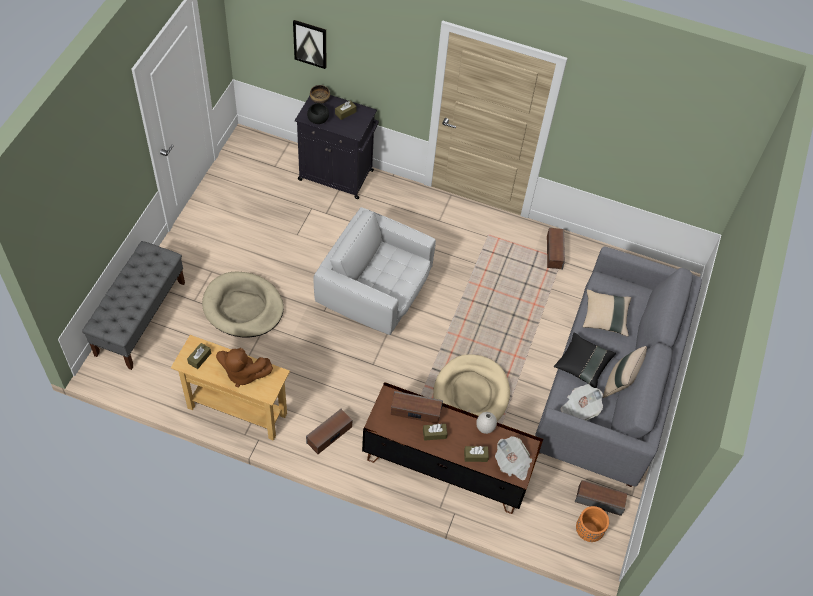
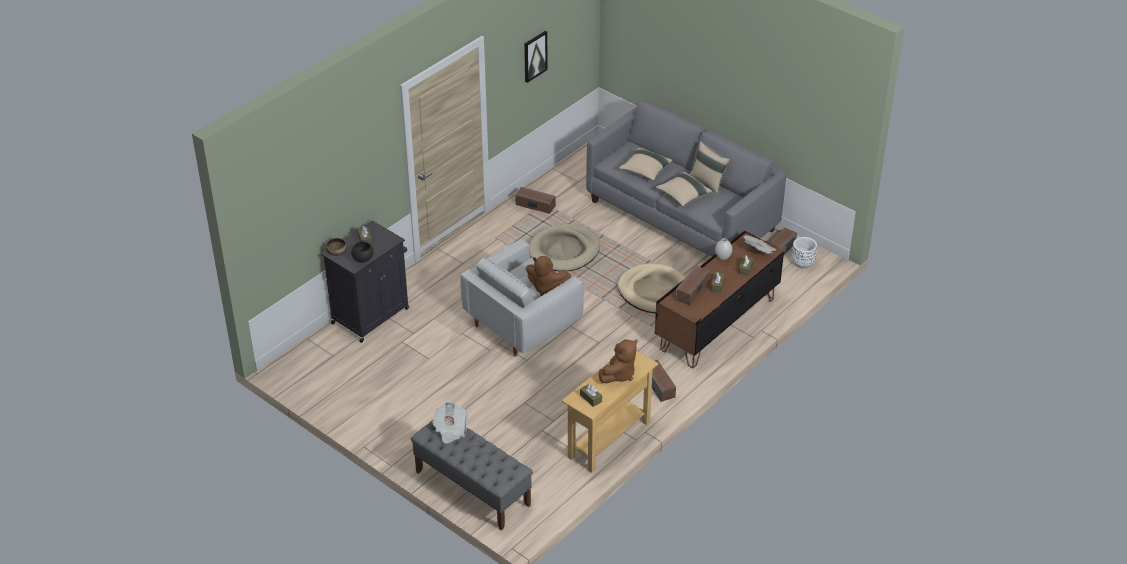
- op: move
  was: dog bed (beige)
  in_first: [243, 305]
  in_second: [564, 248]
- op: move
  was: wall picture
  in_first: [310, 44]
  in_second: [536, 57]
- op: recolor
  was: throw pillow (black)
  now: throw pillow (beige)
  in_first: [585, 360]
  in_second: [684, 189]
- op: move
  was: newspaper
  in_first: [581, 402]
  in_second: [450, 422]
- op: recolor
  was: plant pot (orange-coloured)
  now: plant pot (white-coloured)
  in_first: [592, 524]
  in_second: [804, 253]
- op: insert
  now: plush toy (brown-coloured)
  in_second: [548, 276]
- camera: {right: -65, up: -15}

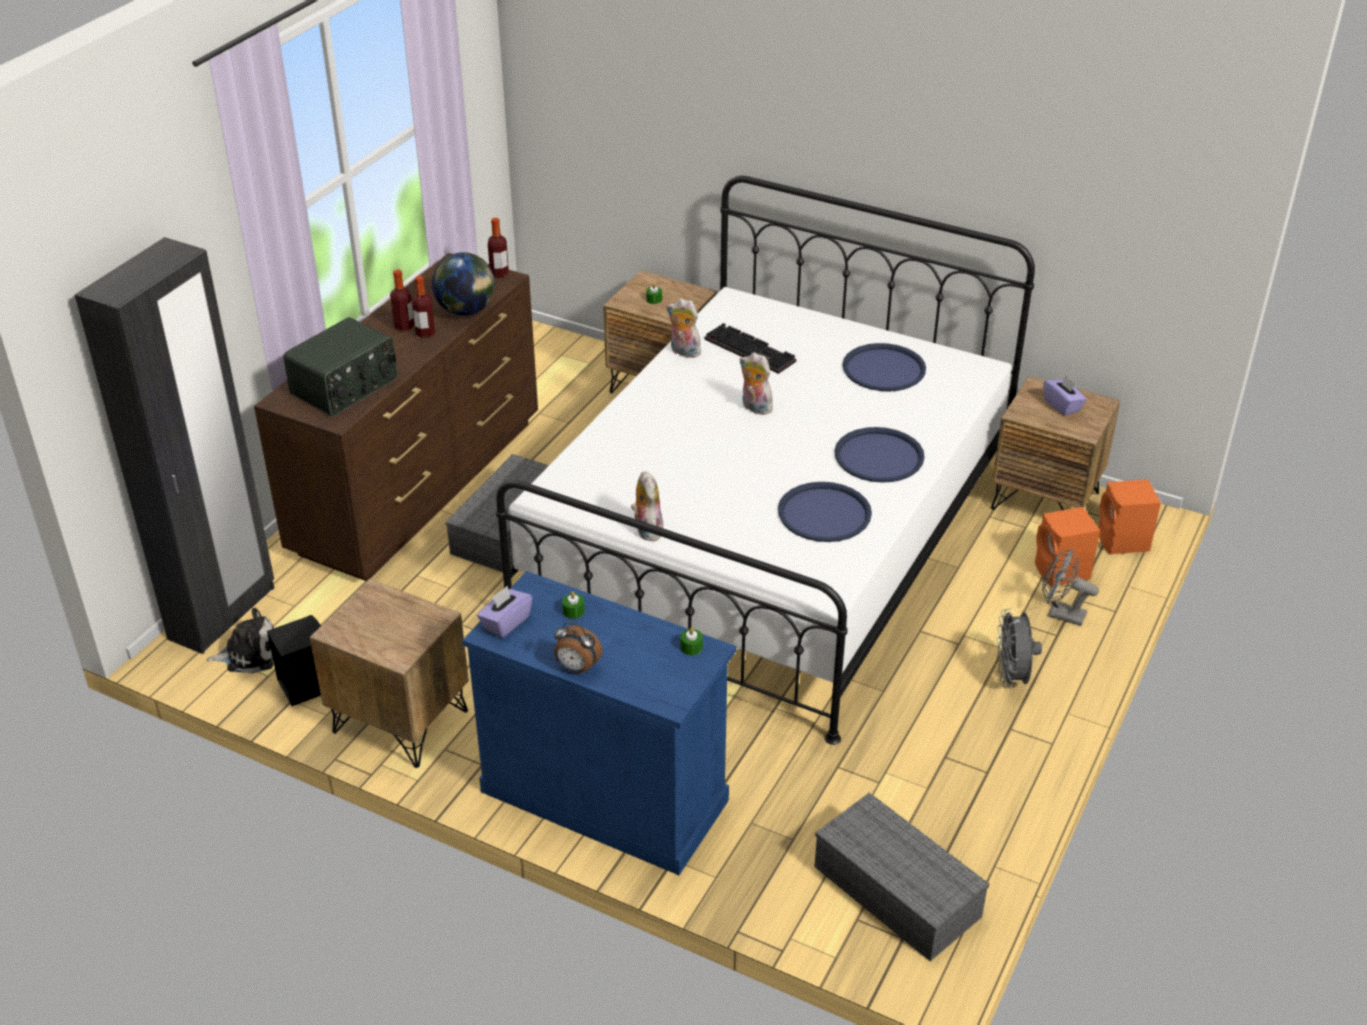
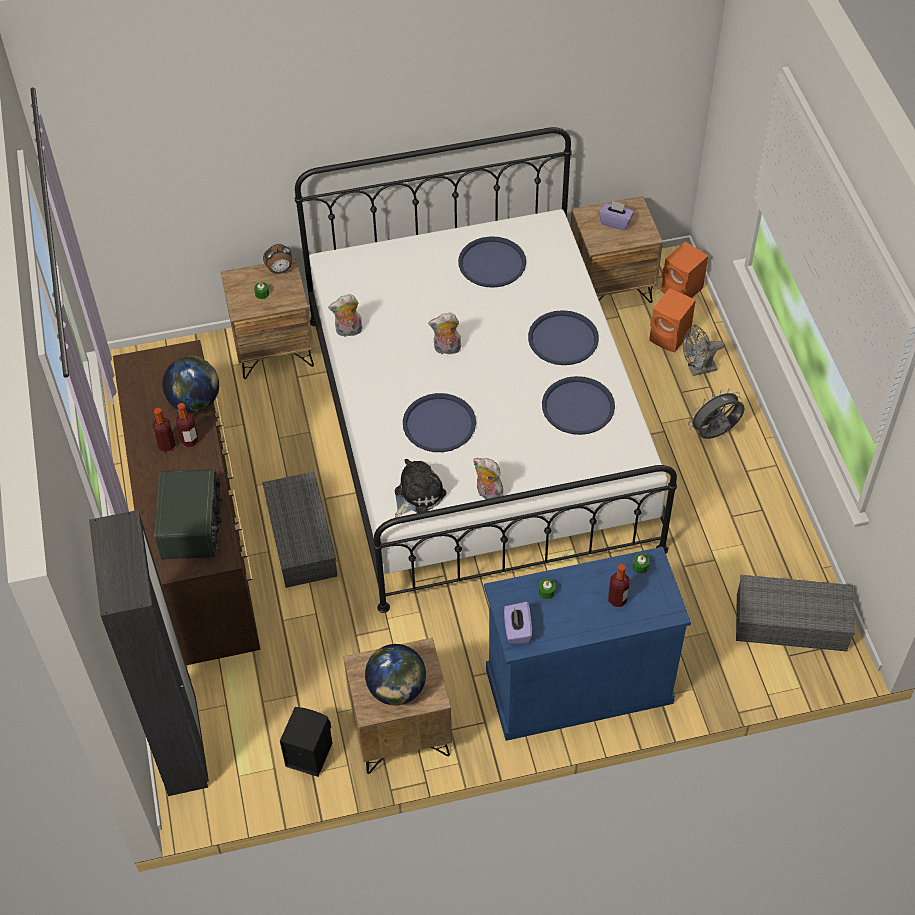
- op: move
  was: plush toy
  in_first: [240, 640]
  in_second: [420, 488]
- op: move
  was: beverage bottle
  in_first: [498, 247]
  in_second: [618, 585]
- op: move
  was: alarm clock
  in_first: [578, 647]
  in_second: [277, 259]
- op: delete
  was: computer keyboard
  in_first: [750, 348]
- op: rotate
  was: cooling fan (greyish)
  in_first: [1019, 648]
  in_second: [716, 414]
  clockwise: 105
- op: insert
  now: globe
  in_second: [395, 675]
- op: insert
  now: serving tray (blue)
  in_second: [439, 422]
- camera: {right: -40, up: 15}

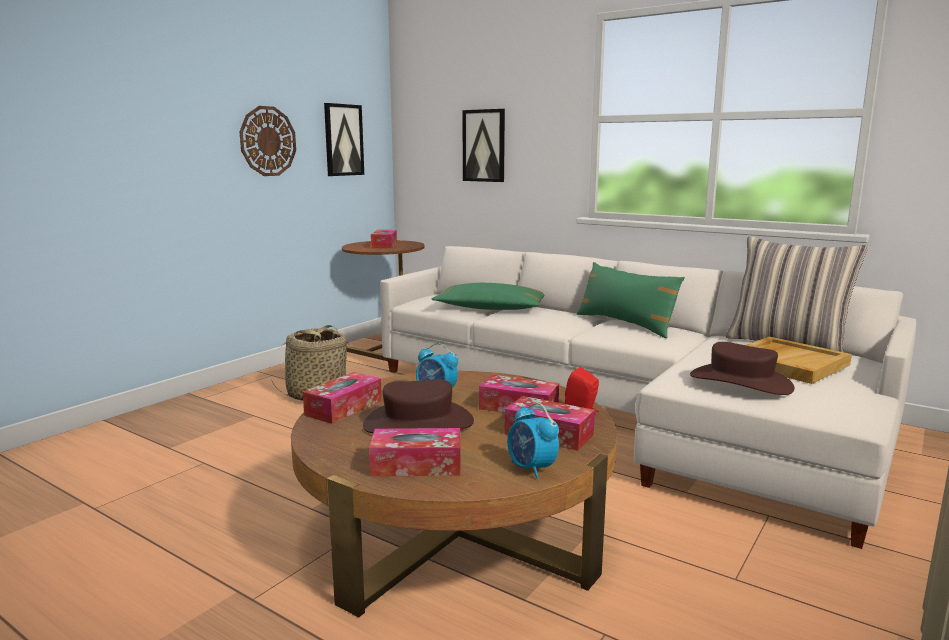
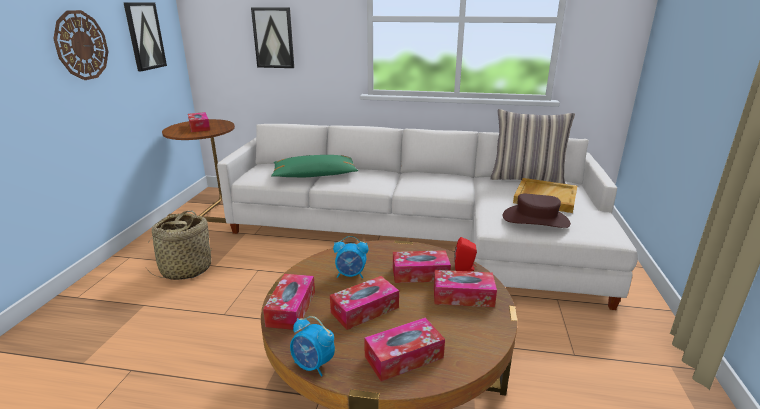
- op: replace
  was: hat (brown-coloured)
  now: tissue holder
  in_first: [418, 406]
  in_second: [364, 303]
- op: move
  was: alarm clock
  in_first: [533, 441]
  in_second: [312, 346]
- op: delete
  was: throw pillow (green-coloured)
  in_first: [631, 300]
- camera: {right: -25, up: 10}

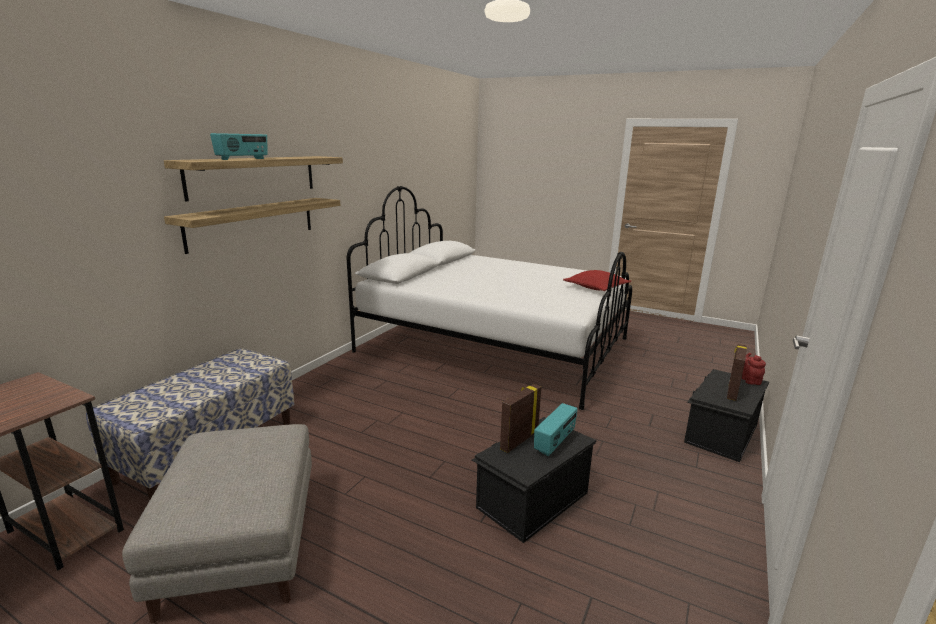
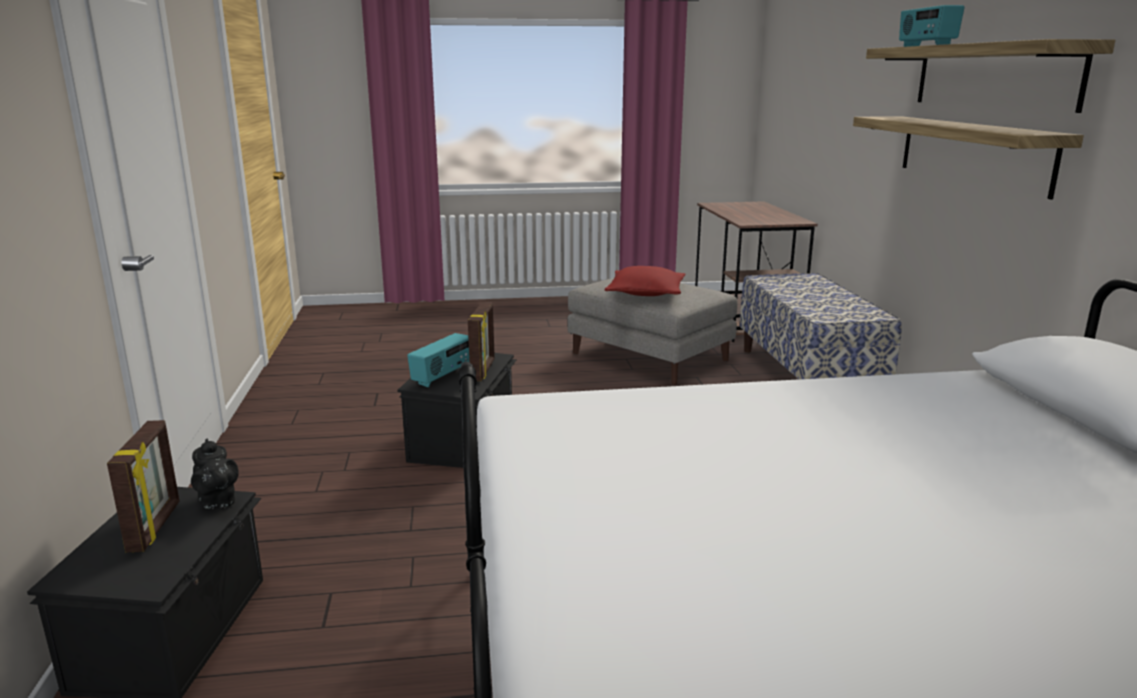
- op: rotate
  was: radio set
  in_first: [555, 429]
  in_second: [438, 360]
  clockwise: -150
- op: move
  was: throw pillow (red-coloured)
  in_first: [597, 280]
  in_second: [645, 281]
- op: delete
  was: pot for tea (red-coloured)
  in_first: [754, 369]
- op: insert
  now: pot for tea (black)
  in_second: [215, 474]
- camera: {right: 145, up: 0}

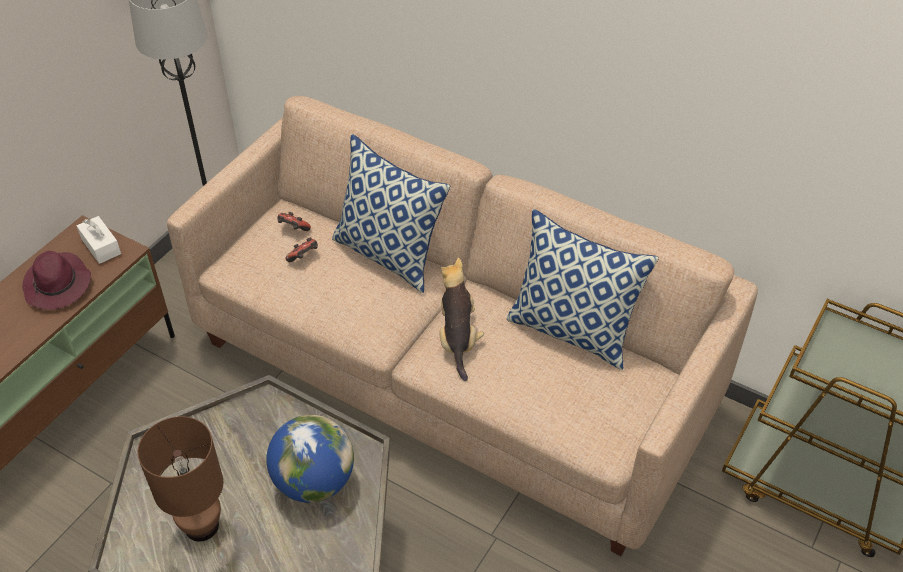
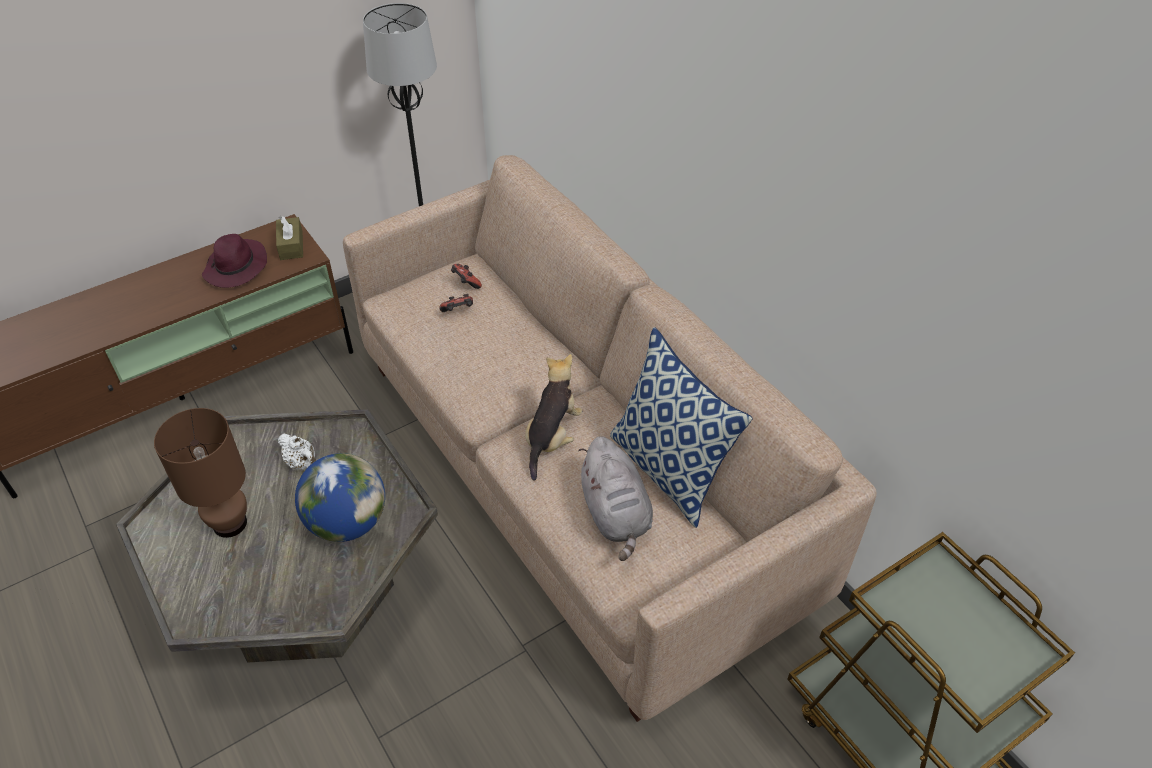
- op: recolor
  was: tissue holder (white-coloured)
  now: tissue holder (brown-coloured)
  in_first: [99, 240]
  in_second: [289, 238]
- op: delete
  was: throw pillow
  in_first: [391, 213]
- op: insert
  now: pot for tea (white-coloured)
  in_second: [297, 451]
- op: insert
  now: plush toy (greyish)
  in_second: [615, 498]
- camera: {right: 25, up: 0}

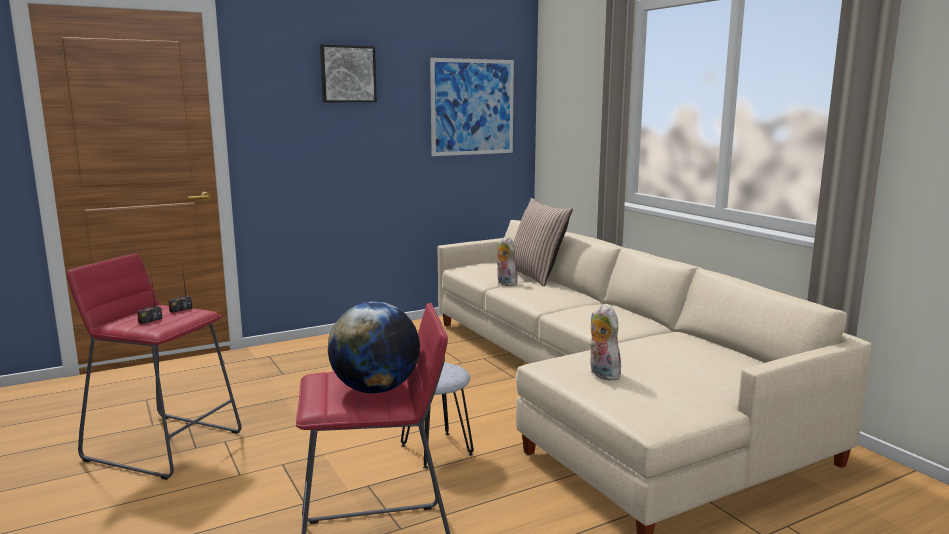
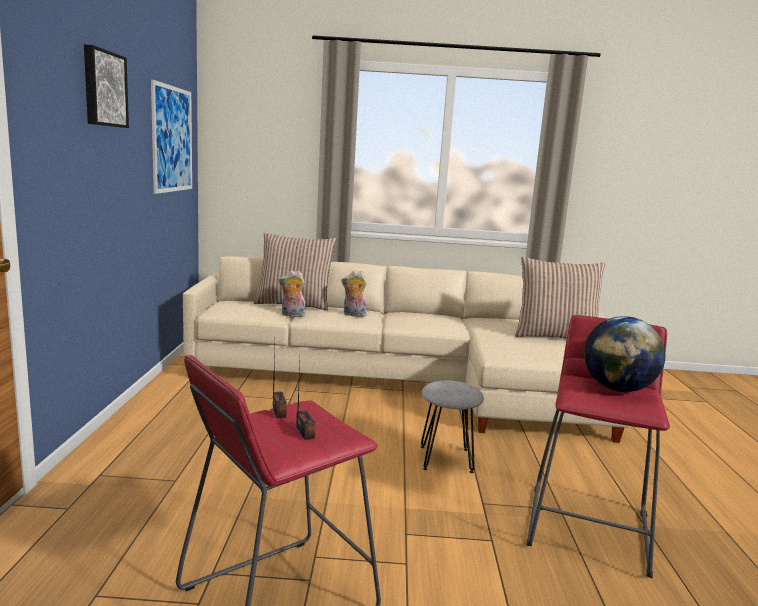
- op: move
  was: plush toy
  in_first: [605, 342]
  in_second: [354, 294]
- op: insert
  now: throw pillow
  in_second: [560, 297]
- camera: {right: -60, up: 0}

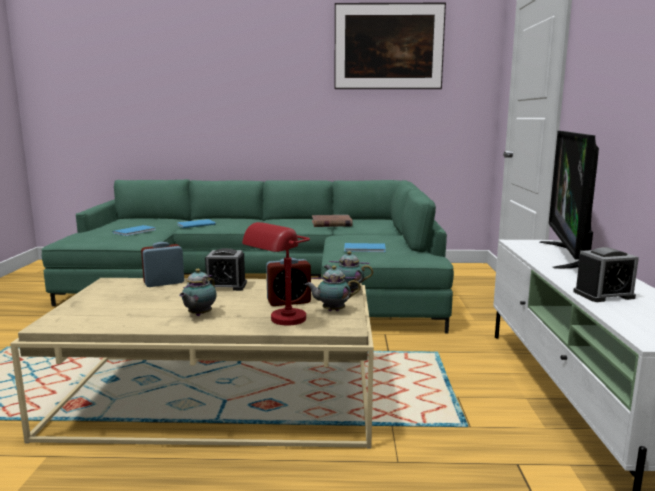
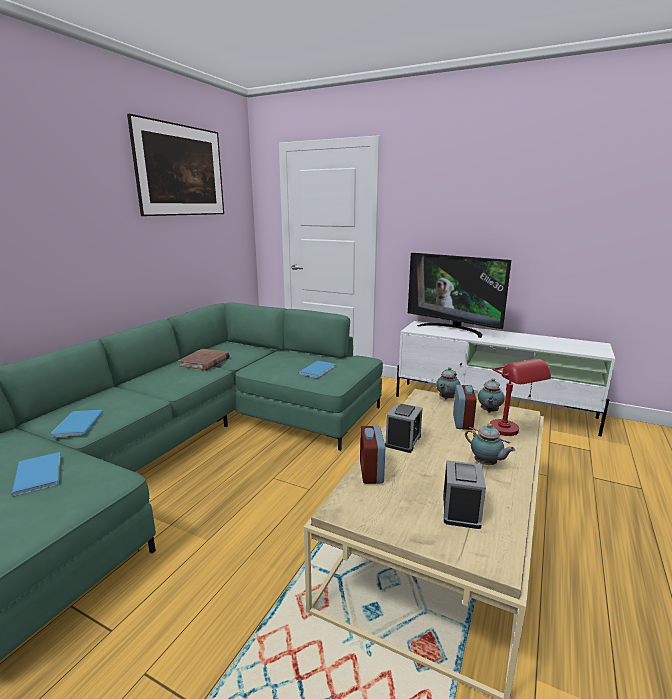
- op: move
  was: alarm clock
  in_first: [606, 274]
  in_second: [464, 494]
- camera: {right: -65, up: 5}

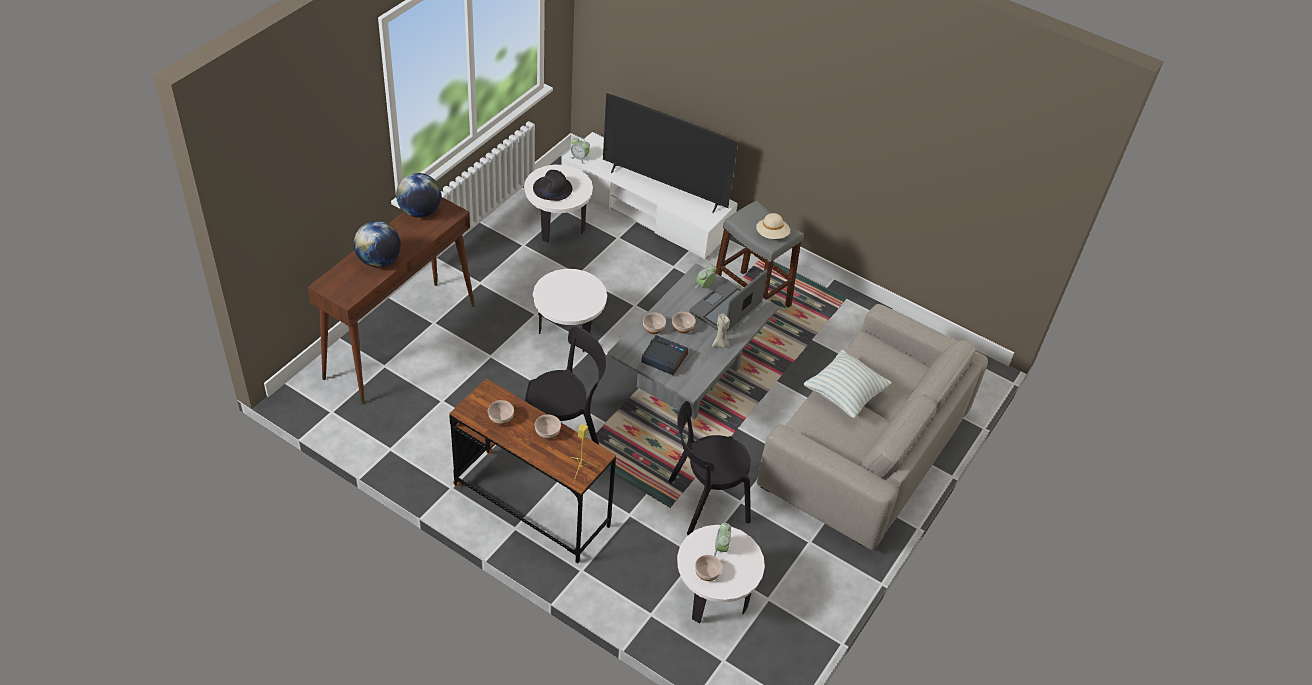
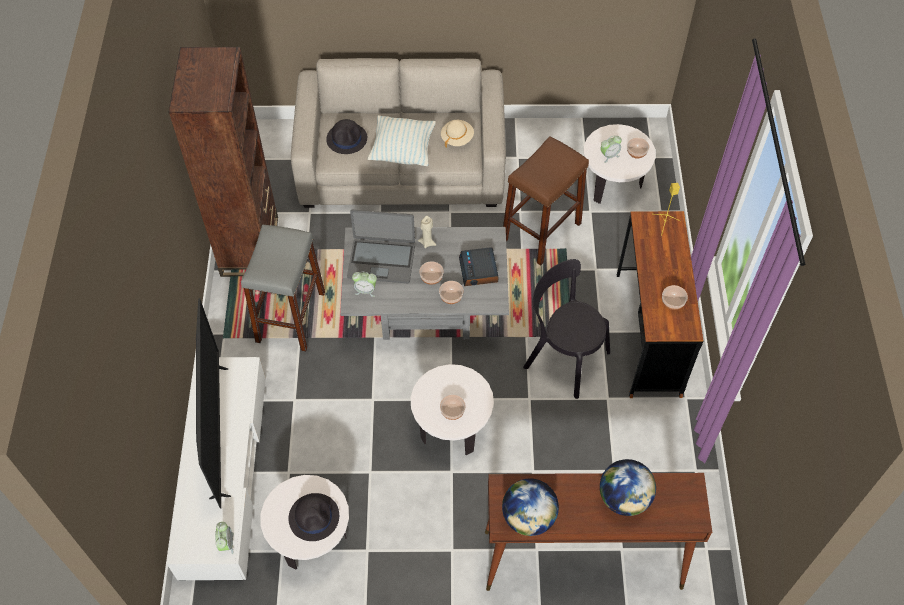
- op: move
  was: serving bowl
  in_first: [548, 427]
  in_second: [453, 407]
- op: replace
  was: chair (black)
  now: sitting stool (brown-coloured)
  in_first: [710, 468]
  in_second: [546, 200]
- op: move
  was: hat (beige)
  in_first: [773, 226]
  in_second: [457, 133]
- op: insert
  now: bookshelf (brown-coloured)
  in_second: [223, 162]
- op: insert
  now: hat (black)
  in_second: [346, 136]
- camera: {right: -120, up: 10}

